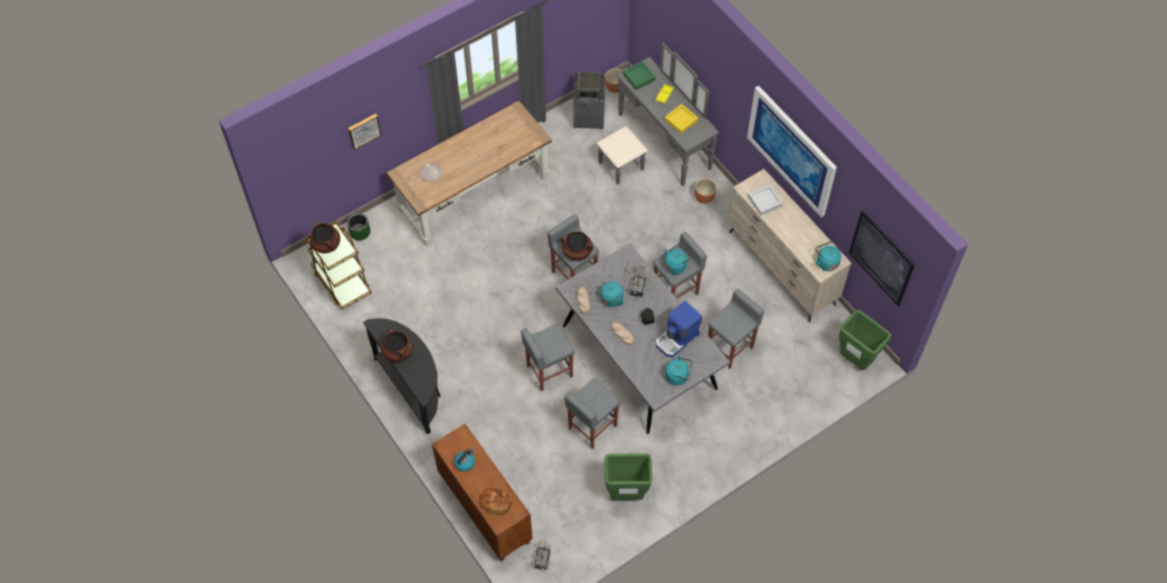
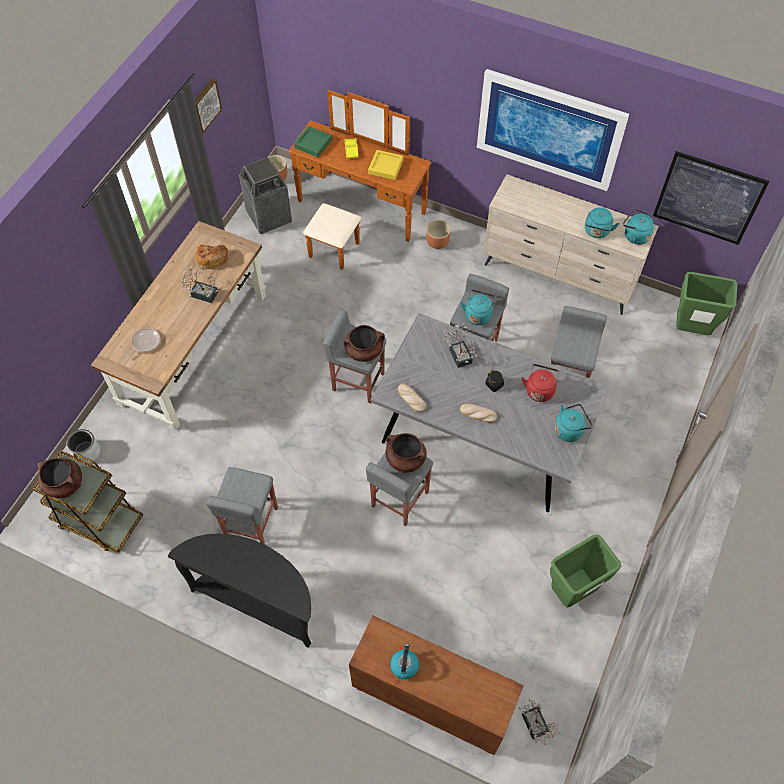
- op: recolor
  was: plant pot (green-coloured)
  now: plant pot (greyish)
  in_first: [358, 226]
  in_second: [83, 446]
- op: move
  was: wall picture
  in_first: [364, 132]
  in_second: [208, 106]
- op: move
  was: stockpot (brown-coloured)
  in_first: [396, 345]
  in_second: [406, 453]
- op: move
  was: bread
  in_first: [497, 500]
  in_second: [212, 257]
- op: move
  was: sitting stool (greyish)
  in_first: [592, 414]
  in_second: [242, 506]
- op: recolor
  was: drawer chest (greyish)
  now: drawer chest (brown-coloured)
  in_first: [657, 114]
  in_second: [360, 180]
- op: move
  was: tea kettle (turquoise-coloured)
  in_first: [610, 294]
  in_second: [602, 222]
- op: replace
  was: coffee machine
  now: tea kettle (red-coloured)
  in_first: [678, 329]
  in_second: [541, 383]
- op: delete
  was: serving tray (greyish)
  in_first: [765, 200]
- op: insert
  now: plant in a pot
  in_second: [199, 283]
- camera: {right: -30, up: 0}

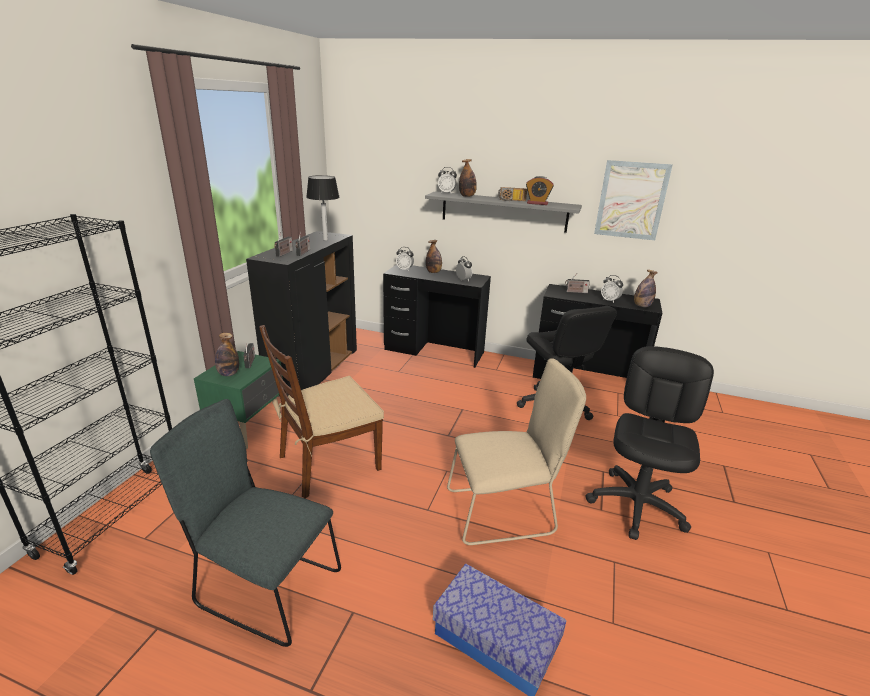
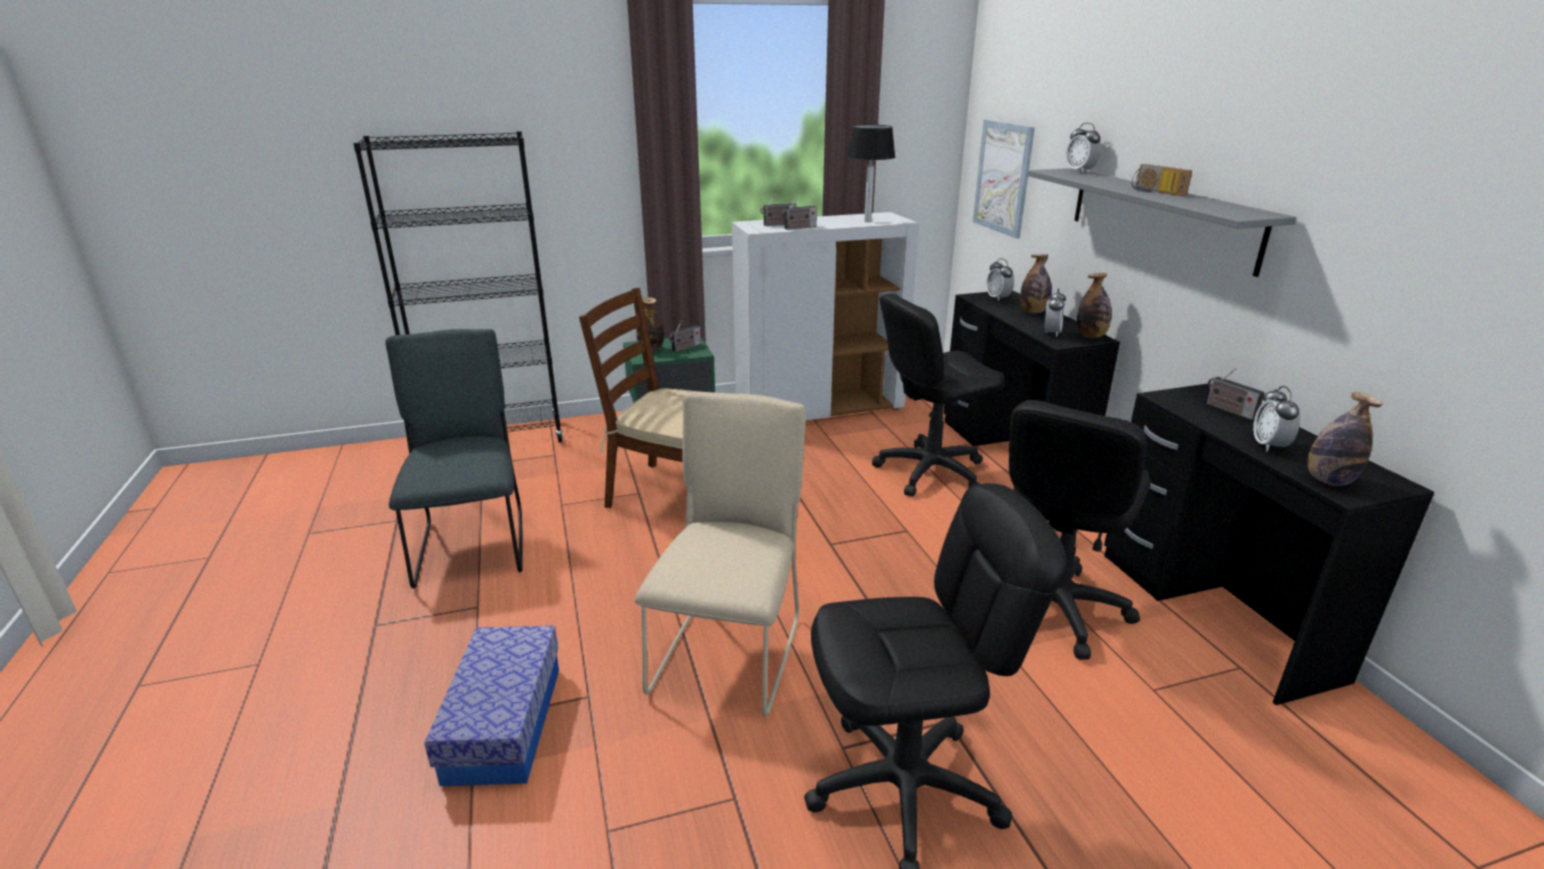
- op: recolor
  was: storage cabinet (black)
  now: storage cabinet (white-coloured)
  in_first: [301, 313]
  in_second: [825, 316]
- op: rotate
  was: chair (beige)
  in_first: [516, 451]
  in_second: [720, 554]
  clockwise: -120
- op: move
  was: beverage bottle
  in_first: [468, 178]
  in_second: [1094, 305]
- op: delete
  was: alarm clock
  in_first: [540, 190]
- op: move
  was: wall picture
  in_first: [633, 200]
  in_second: [1004, 179]
- op: insert
  now: desk chair (black)
  in_second: [938, 395]
- camera: {right: 55, up: 0}

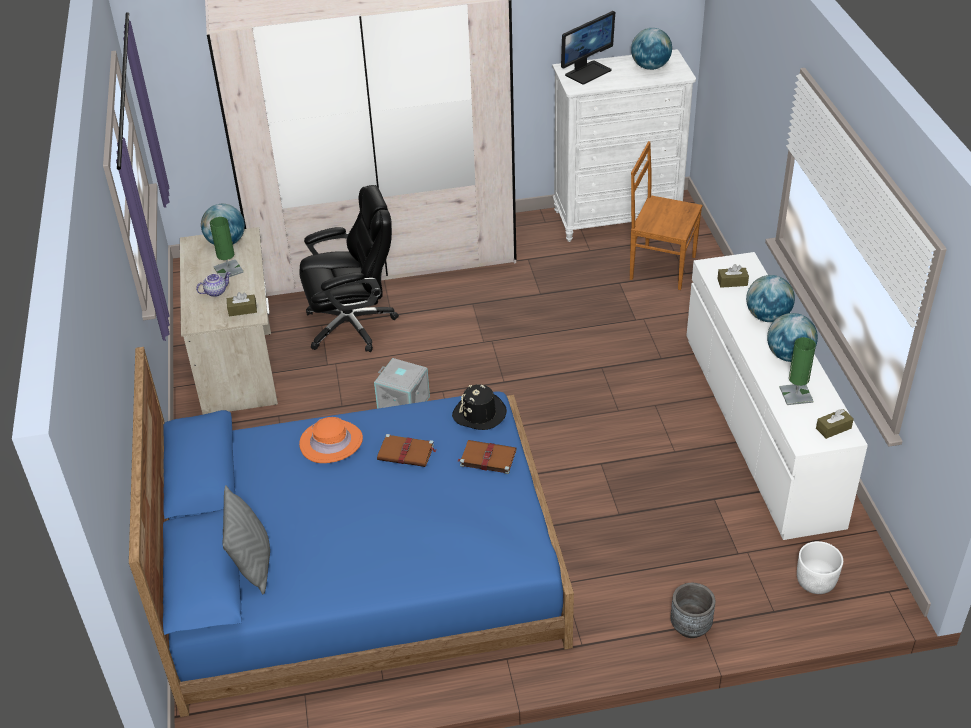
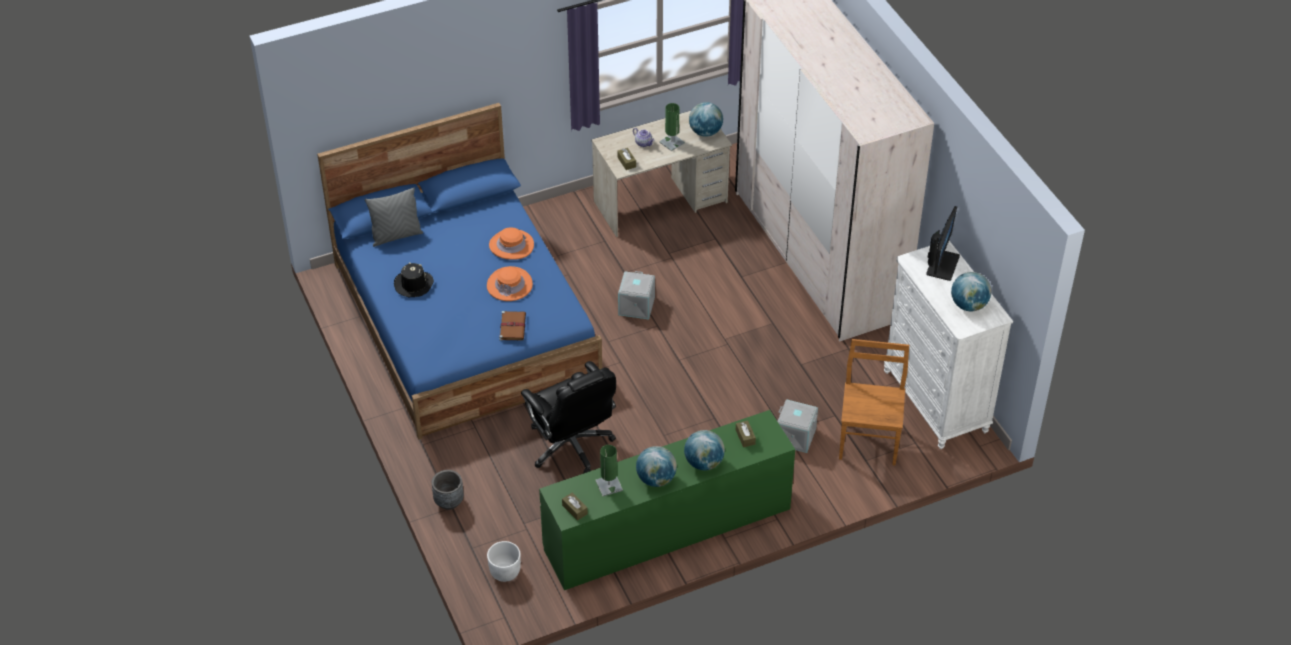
- op: move
  was: desk chair (black)
  in_first: [349, 268]
  in_second: [568, 417]
- op: replace
  was: volume (brown-coloured)
  now: hat (orange-coloured)
  in_first: [406, 450]
  in_second: [510, 283]
- op: move
  was: hat (black)
  in_first: [479, 407]
  in_second: [414, 280]
- op: rotate
  was: computer display
  in_first: [588, 47]
  in_second: [943, 243]
  clockwise: -105
- op: recolor
  was: drawer chest (white-coloured)
  now: drawer chest (green-coloured)
  in_first: [777, 396]
  in_second: [667, 500]
- op: insert
  now: storage bin (greyish)
  in_second: [797, 426]
- camera: {right: 75, up: 5}

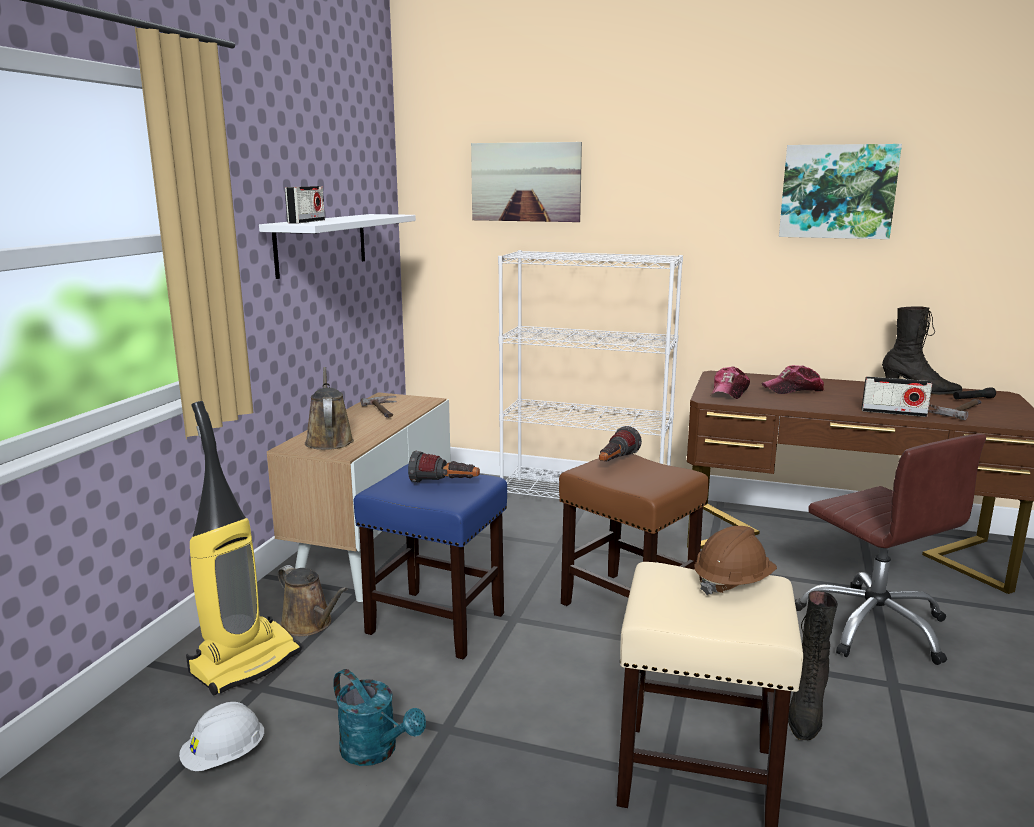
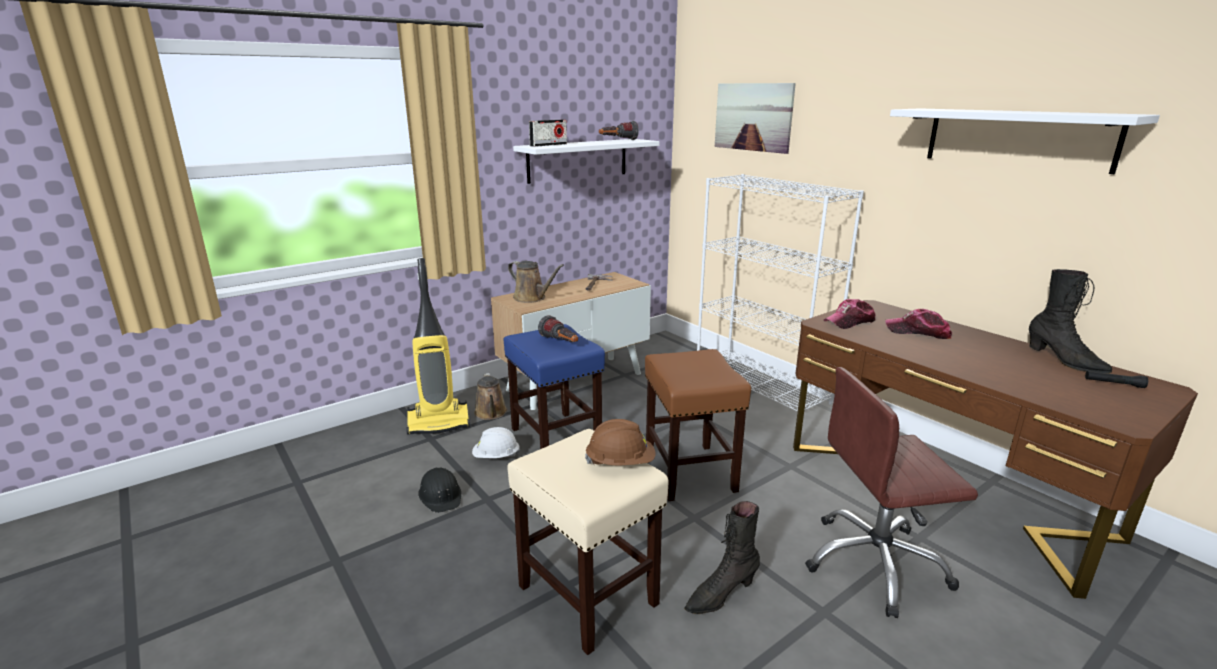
- op: move
  was: safety helmet (white-coloured)
  in_first: [221, 736]
  in_second: [496, 442]
- op: rotate
  was: watering pot (brown-coloured)
  in_first: [329, 408]
  in_second: [536, 282]
  clockwise: 105
- op: replace
  was: watering pot (turquoise-coloured)
  now: safety helmet (black)
  in_first: [379, 717]
  in_second: [439, 490]
- op: move
  was: flashlight
  in_first: [620, 443]
  in_second: [619, 130]
- op: replace
  was: wall picture
  now: bracket shelf (white-coloured)
  in_first: [840, 191]
  in_second: [1025, 141]
- op: rotate
  was: desk chair (brown-coloured)
  in_first: [890, 549]
  in_second: [891, 492]
  clockwise: 75
- op: delete
  was: radio set
  in_first: [897, 396]
- op: delete
  was: hand hammer
  in_first: [955, 409]
- camera: {right: 35, up: 5}

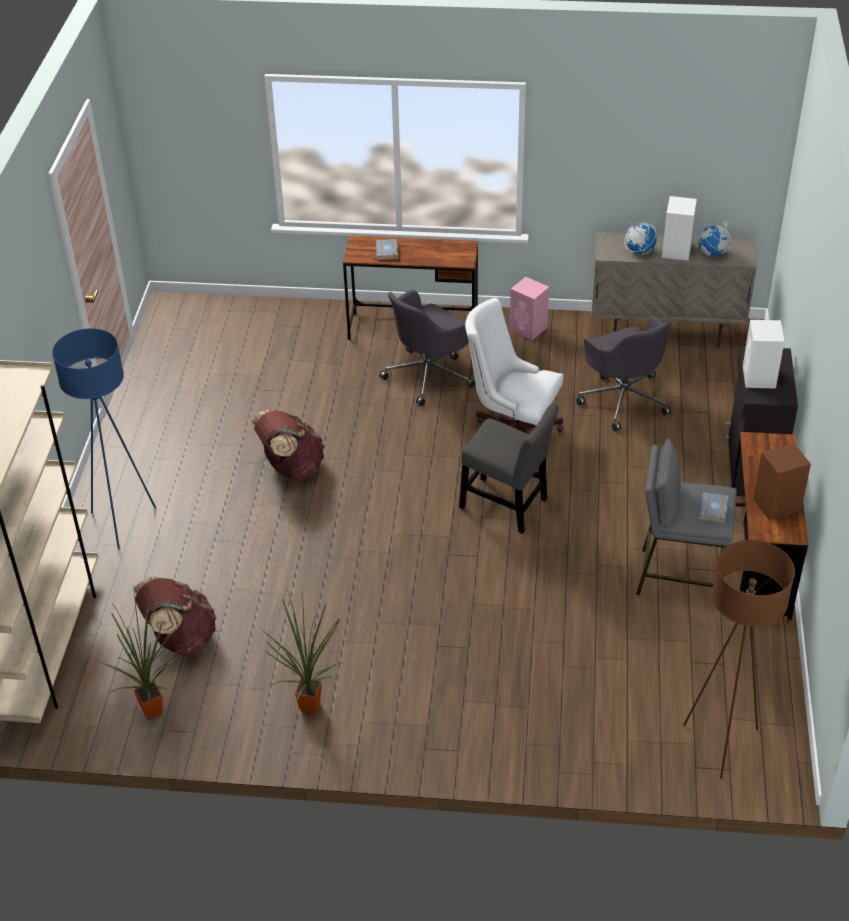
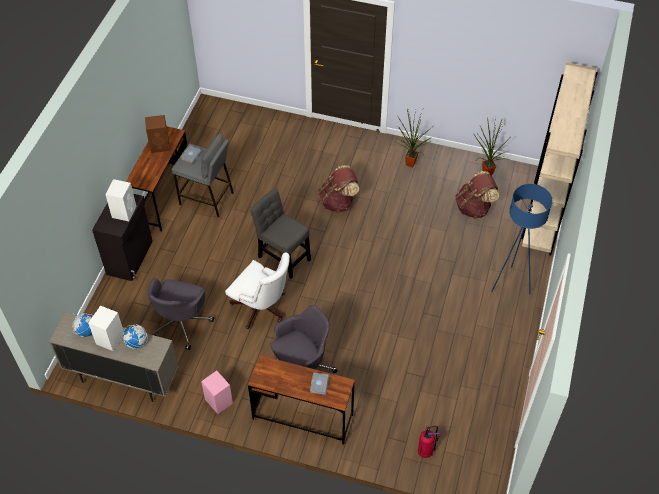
- op: move
  was: backpack (brown-coloured)
  in_first: [288, 444]
  in_second: [338, 189]
- op: rotate
  was: desk chair (greyish)
  in_first: [623, 373]
  in_second: [180, 314]
  clockwise: -150
- op: delete
  was: standing lamp (brown-coloured)
  in_first: [739, 659]
- op: insert
  now: extinguisher
  in_second: [429, 442]
- camera: {right: -170, up: 10}

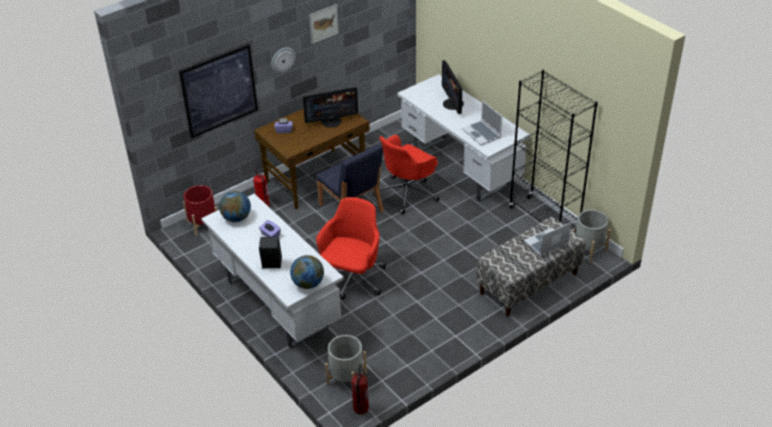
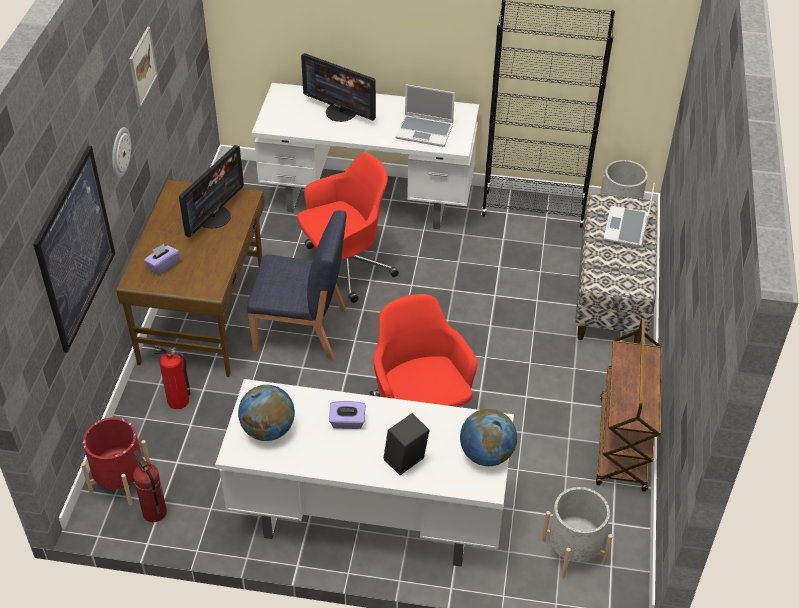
- op: move
  was: extinguisher
  in_first: [360, 389]
  in_second: [150, 486]
- op: rotate
  was: desk chair (red-coloured)
  in_first: [406, 175]
  in_second: [348, 228]
  clockwise: -120
- op: insert
  now: cart (brown-coloured)
  in_second: [629, 405]
- camera: {right: -45, up: 5}

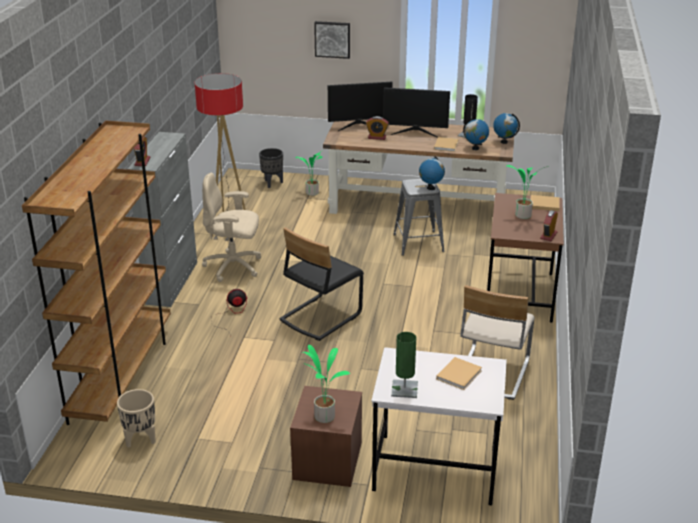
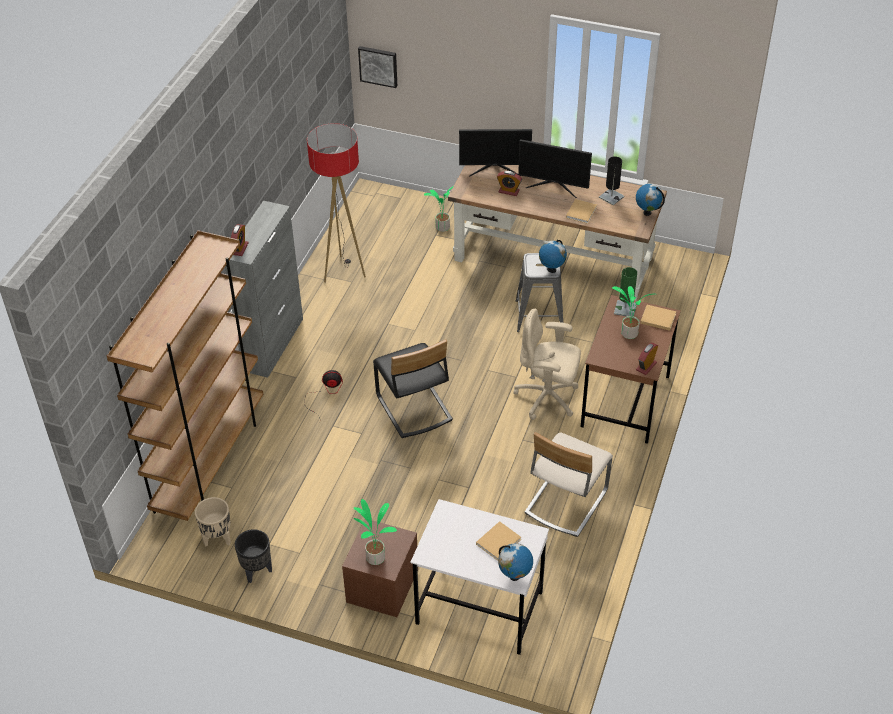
- op: move
  was: desk chair (beige)
  in_first: [231, 227]
  in_second: [547, 364]
- op: move
  was: plant pot (black)
  in_first: [271, 168]
  in_second: [253, 556]
- op: rotate
  was: chair (black)
  in_first: [321, 284]
  in_second: [413, 388]
  clockwise: -75
- op: move
  was: wall picture
  in_first: [332, 40]
  in_second: [377, 67]
- op: move
  was: lamp for a table (green-coloured)
  in_first: [404, 365]
  in_second: [625, 291]
- op: move
  was: globe
  in_first: [476, 134]
  in_second: [515, 562]
- camera: {right: 10, up: 15}

